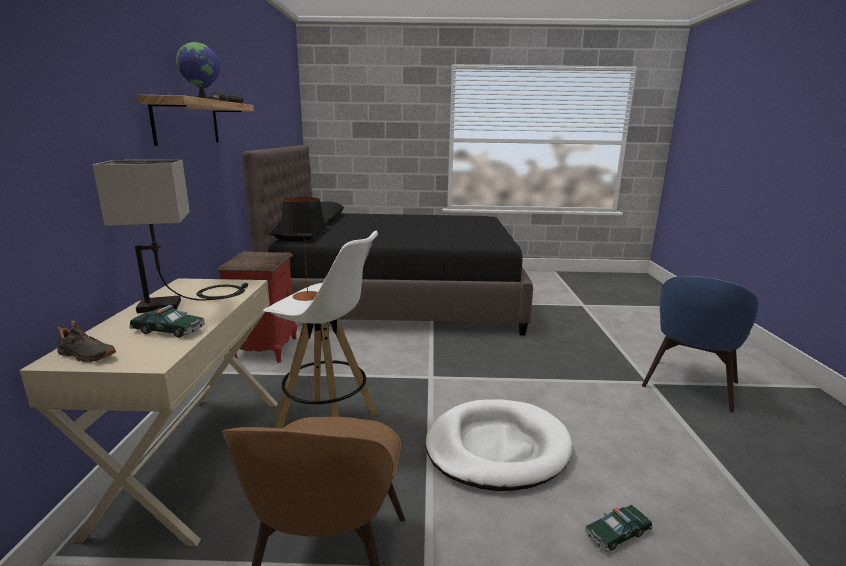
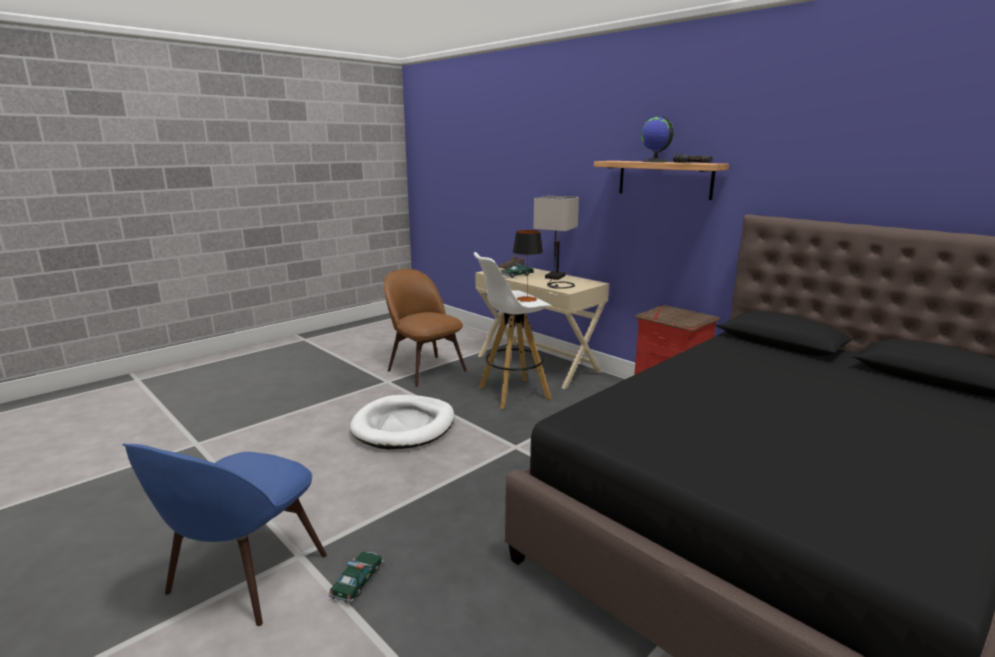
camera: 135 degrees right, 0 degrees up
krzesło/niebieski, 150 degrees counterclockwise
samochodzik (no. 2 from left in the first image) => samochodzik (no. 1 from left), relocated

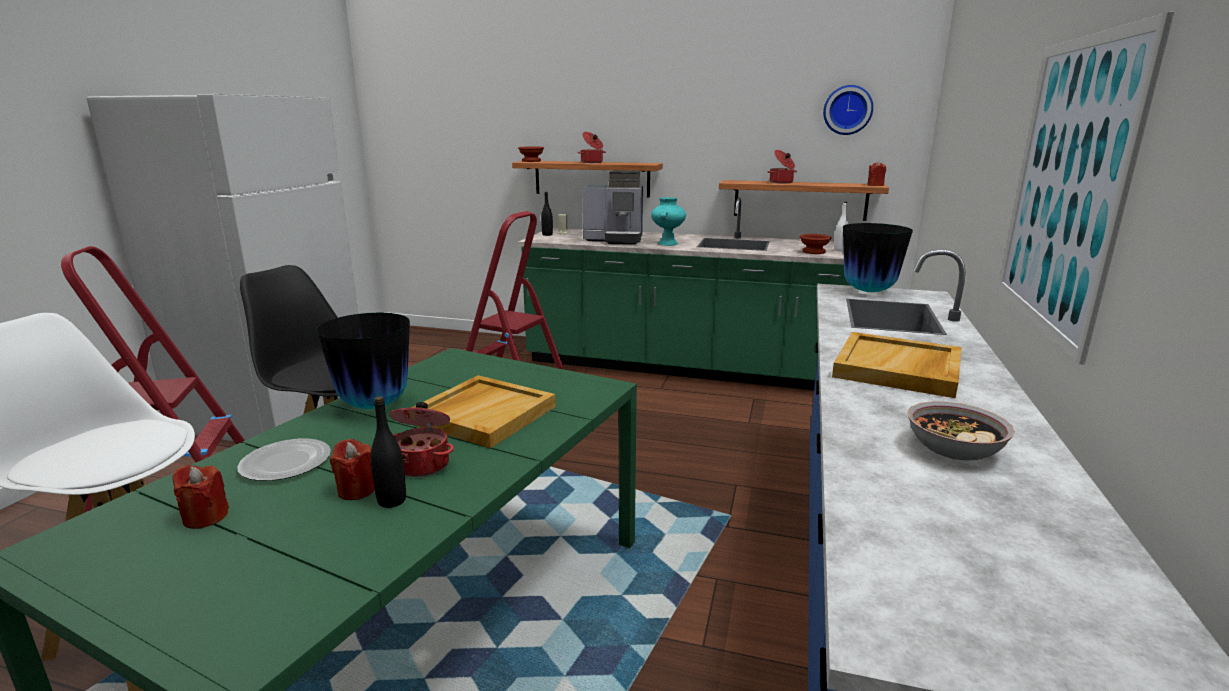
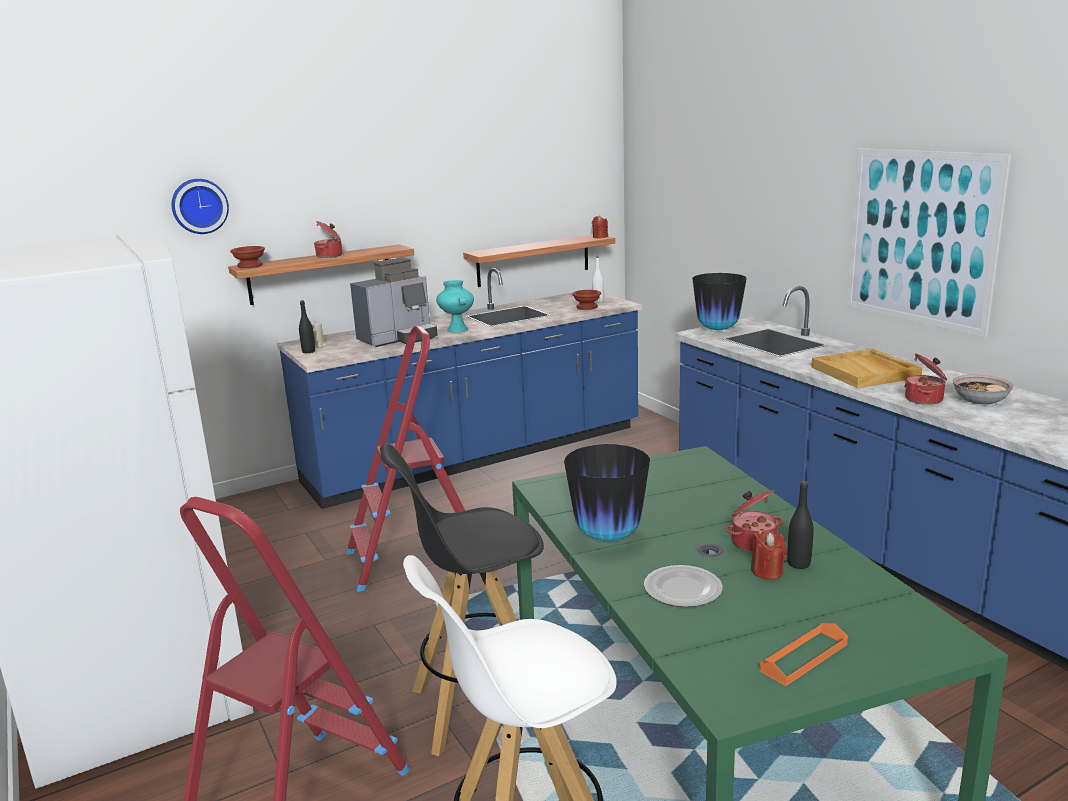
camera: 45 degrees left, 0 degrees up
zegar ścienny, relocated
zabudowa kuchenna/zielony => zabudowa kuchenna/niebieski (no. 1 from left)
nothing => taca/pomarańczowy
garnek (no. 3 from left), relocated
świeca/czerwony (no. 1 from left) => nothing
taca/beżowy (no. 1 from left) => nothing

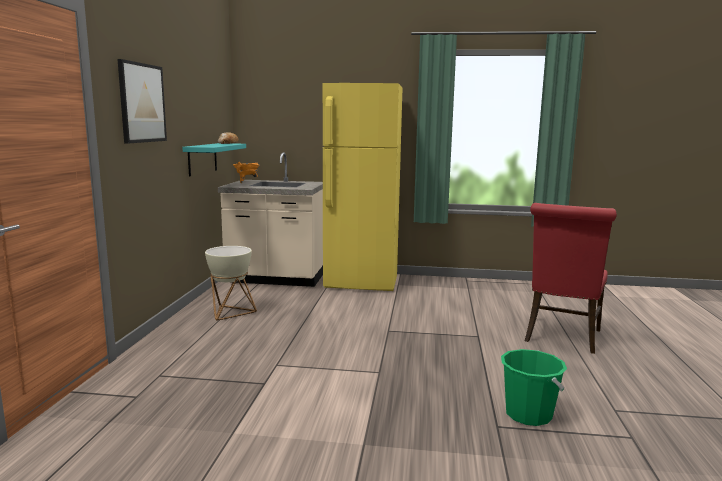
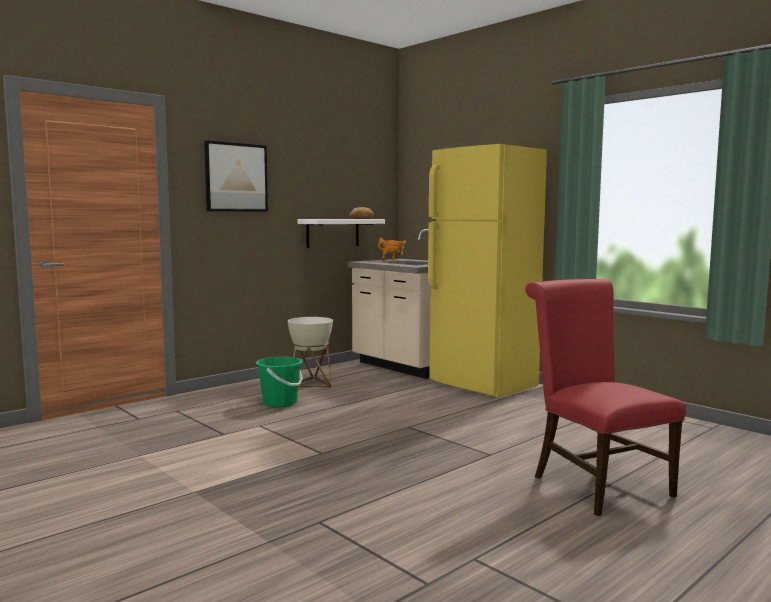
camera: 40 degrees right, 5 degrees down
wiadro/zielony, relocated
półka/turkusowy => półka/biały
krzesło/czerwony, 90 degrees clockwise

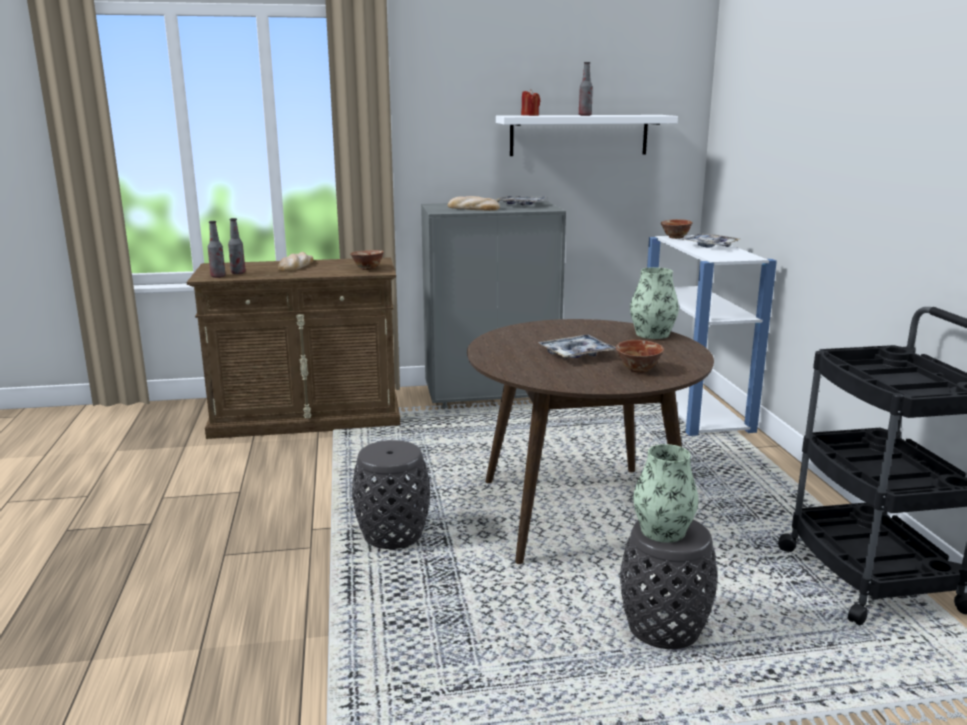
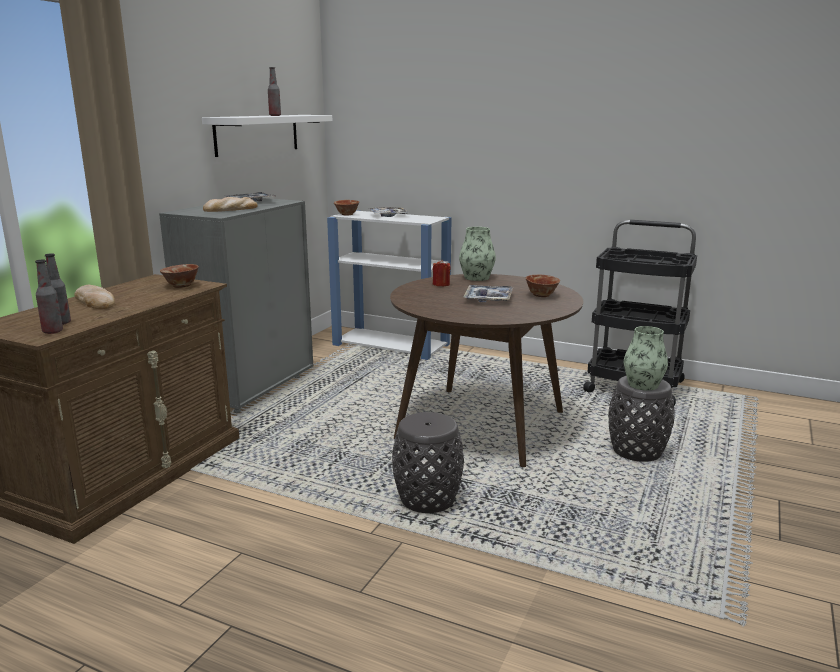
camera: 55 degrees left, 0 degrees up
świeca/czerwony, relocated

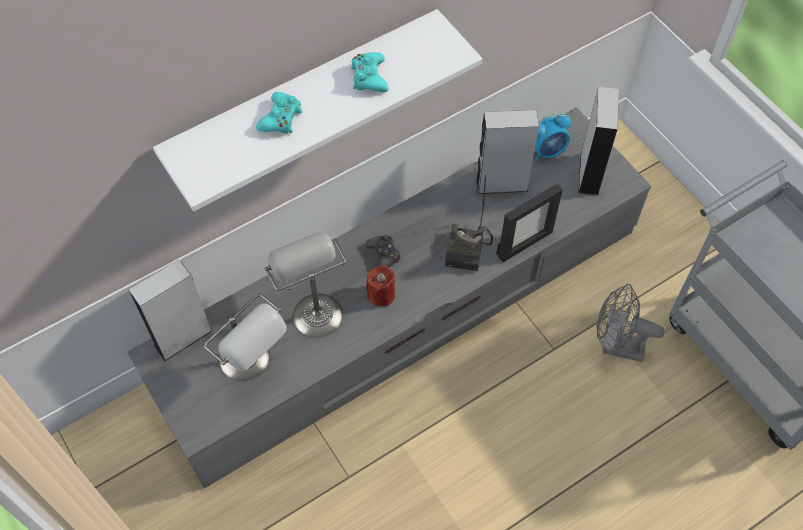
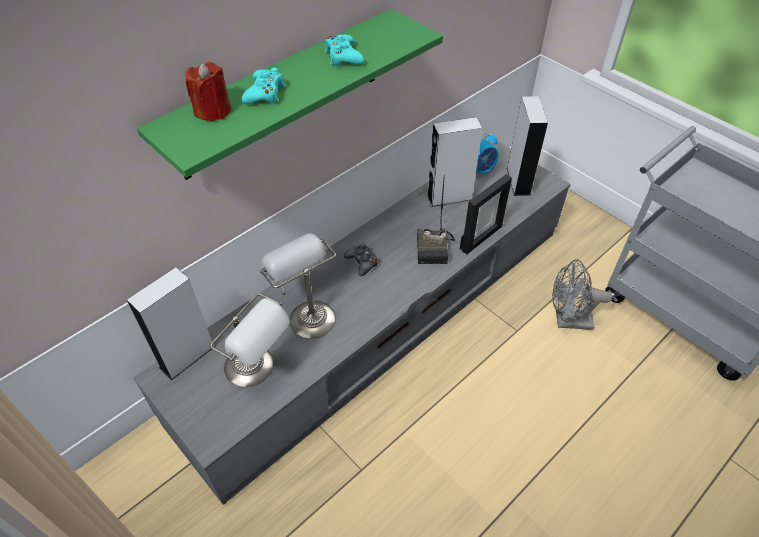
camera: 10 degrees left, 10 degrees down
półka/biały => półka/zielony
świeca/czerwony, relocated

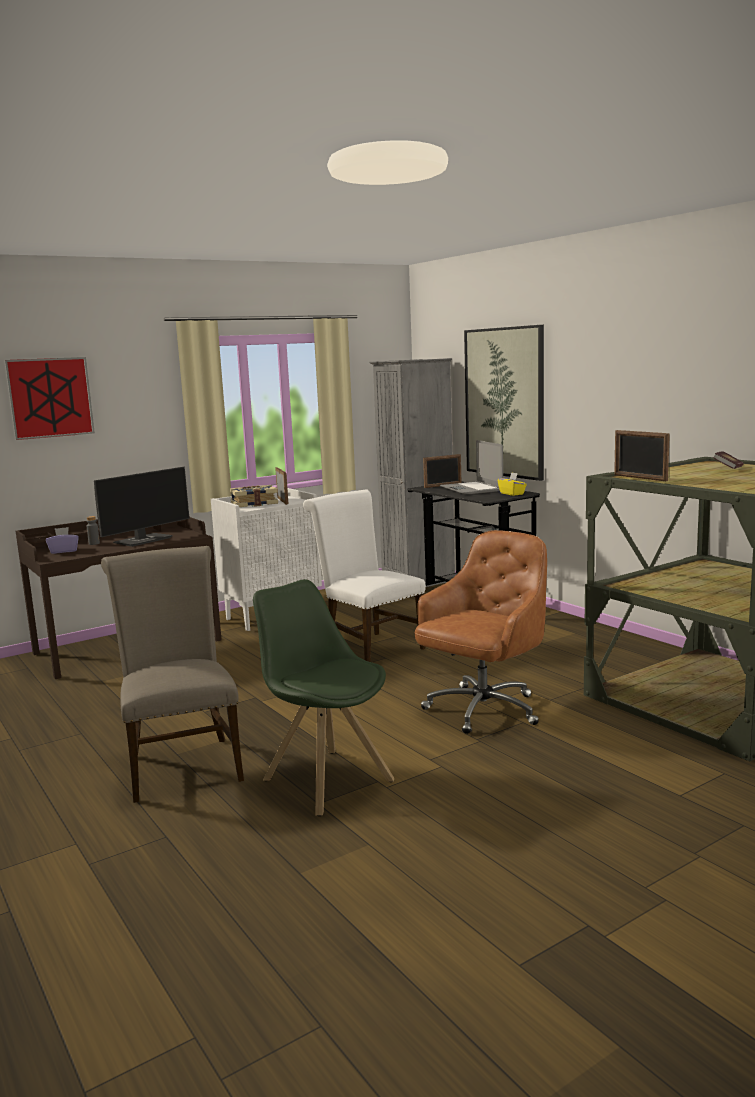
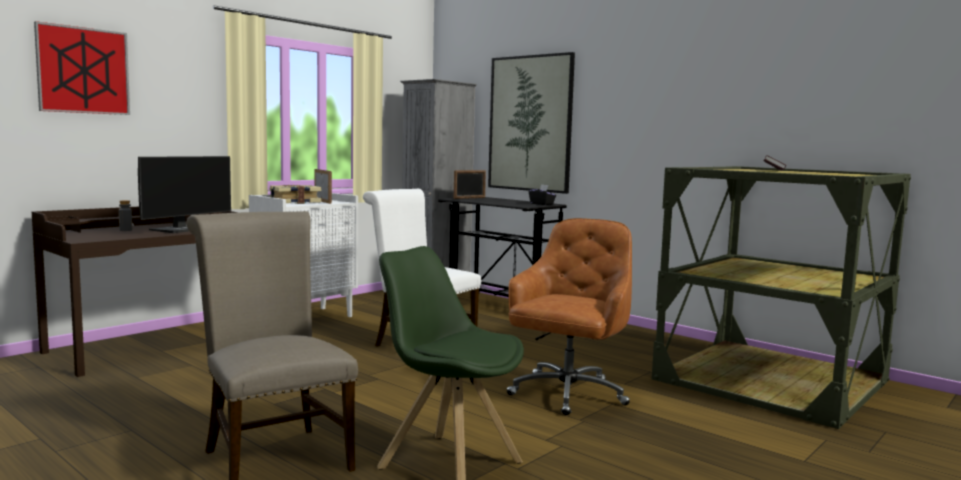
camera: 15 degrees left, 5 degrees down
pudełko chusteczek/żółty => pudełko chusteczek/czarny
pudełko chusteczek/fioletowy => nothing
laptop => nothing
ramka na zdjęcie (no. 3 from left) => nothing

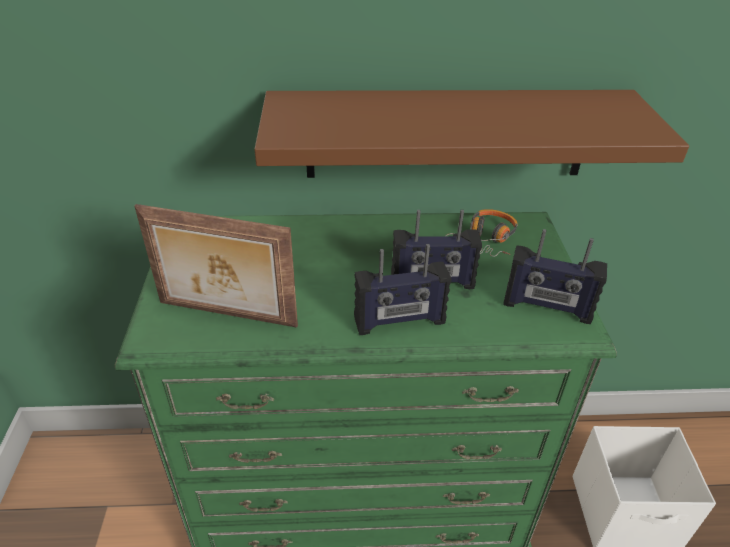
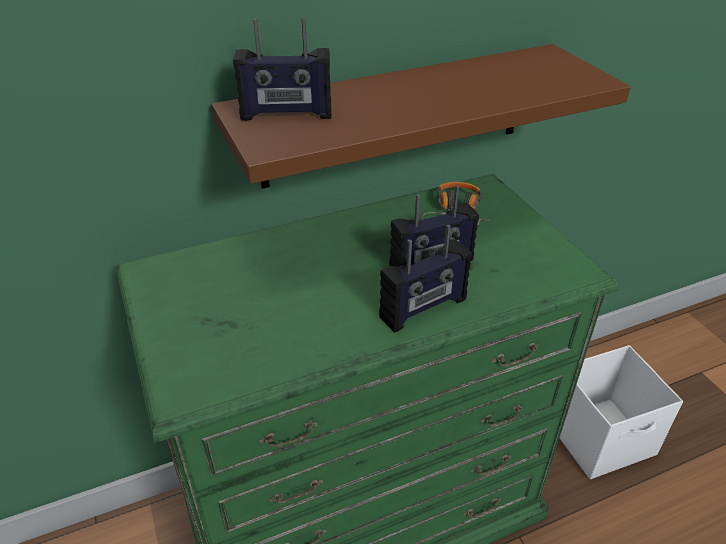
camera: 20 degrees left, 0 degrees up
radio (no. 3 from left in the first image) => radio (no. 1 from left), relocated
ramka na zdjęcie => nothing

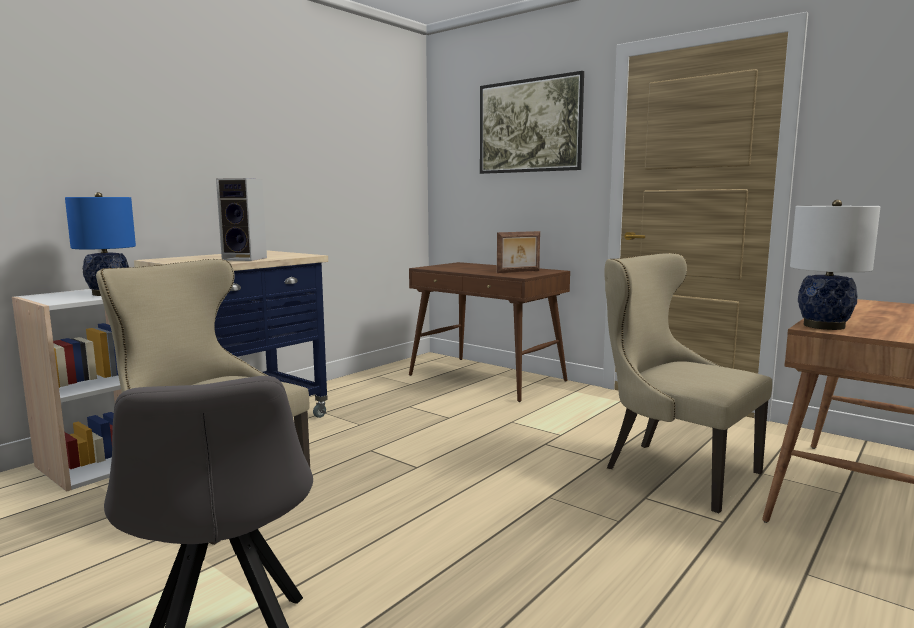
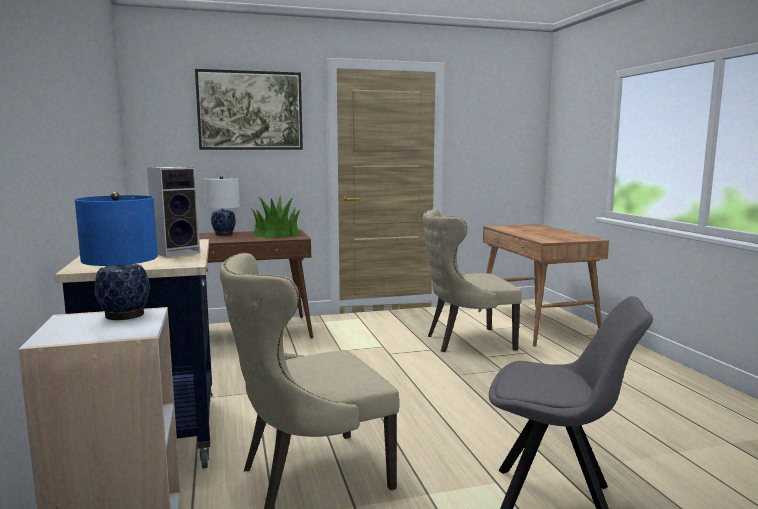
camera: 55 degrees left, 0 degrees up
lampa stołowa/biały, relocated
ramka na zdjęcie => roślina doniczkowa

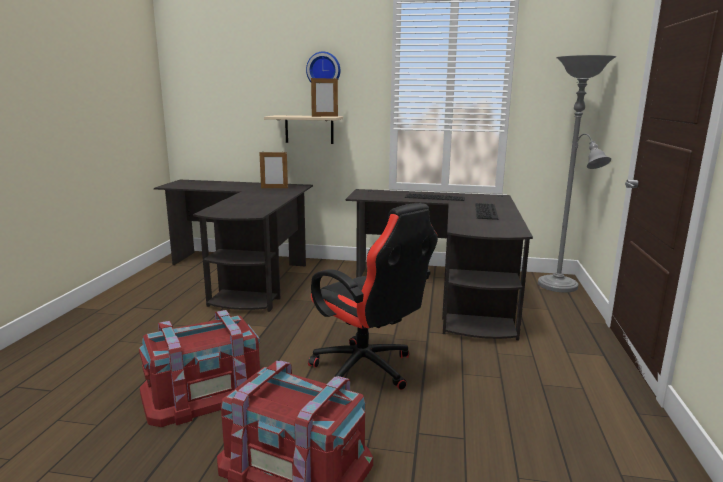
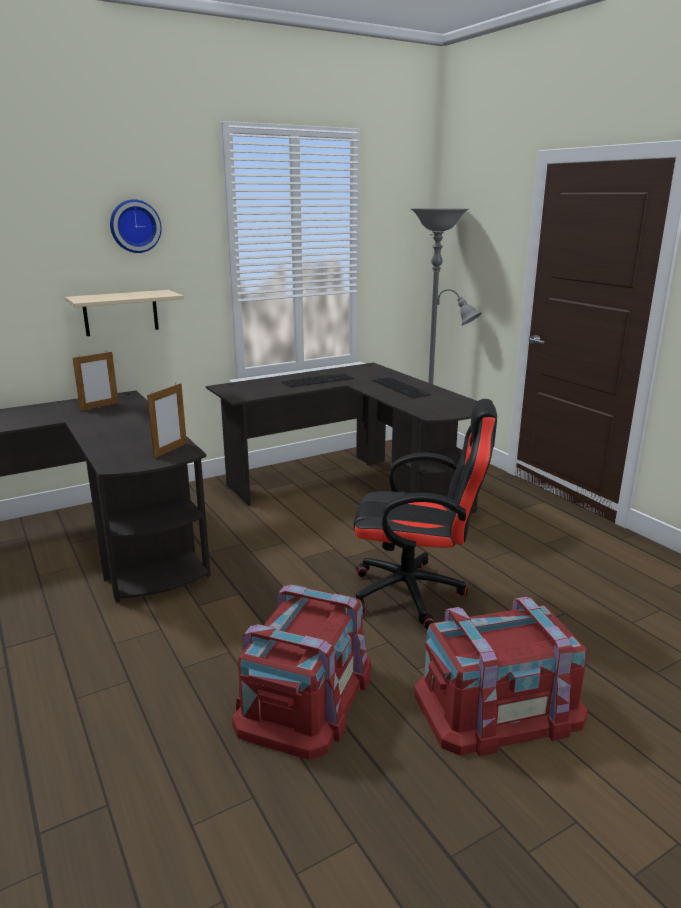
camera: 40 degrees left, 5 degrees up
ramka na zdjęcie (no. 2 from left), relocated

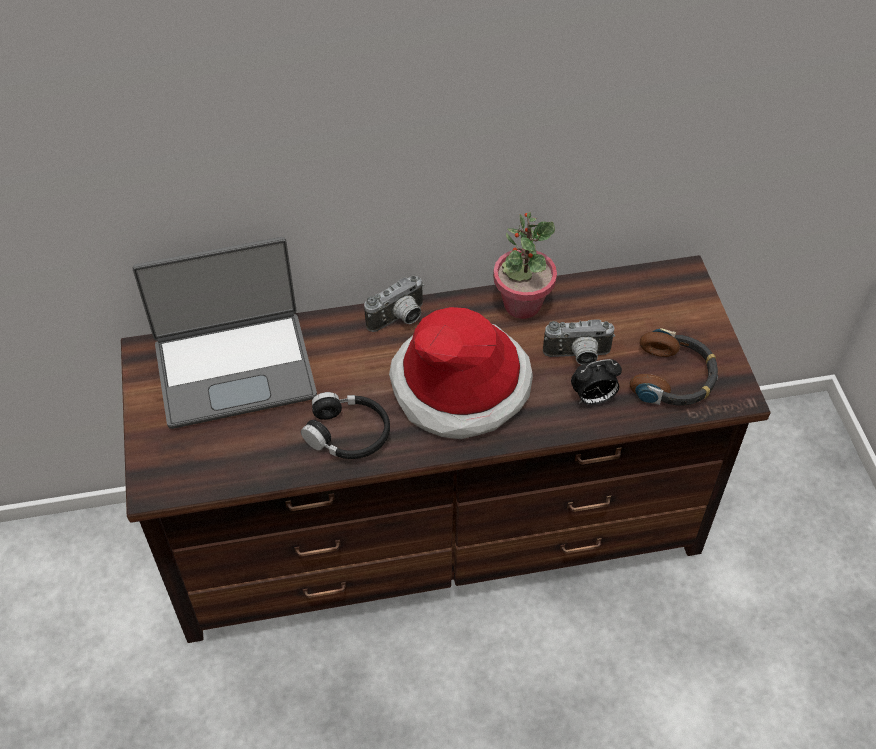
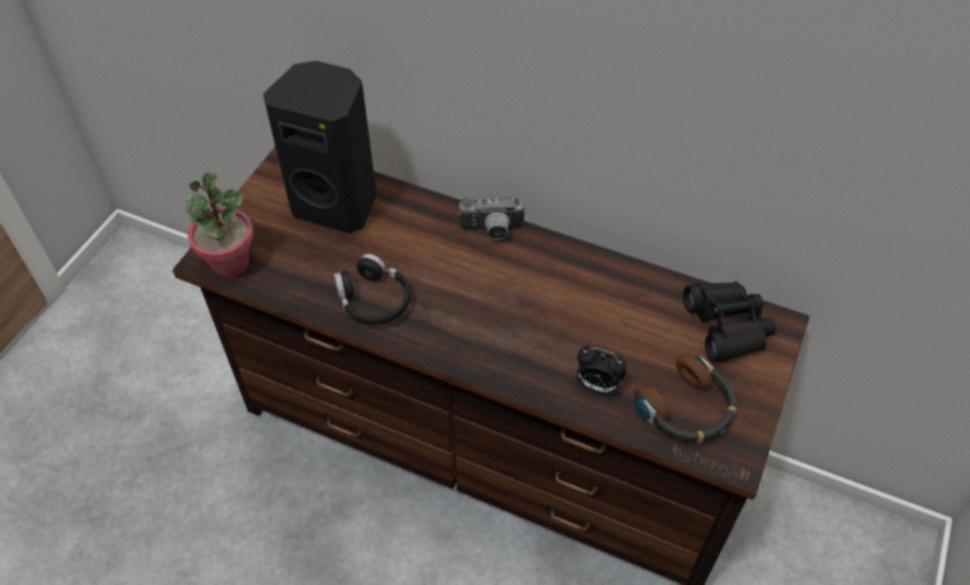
camera: 35 degrees right, 0 degrees up
roślina doniczkowa, relocated
laptop => głośnik/czarny
nothing => lornetka/czarny
kapelusz => nothing
aparat fotograficzny (no. 2 from left) => nothing

